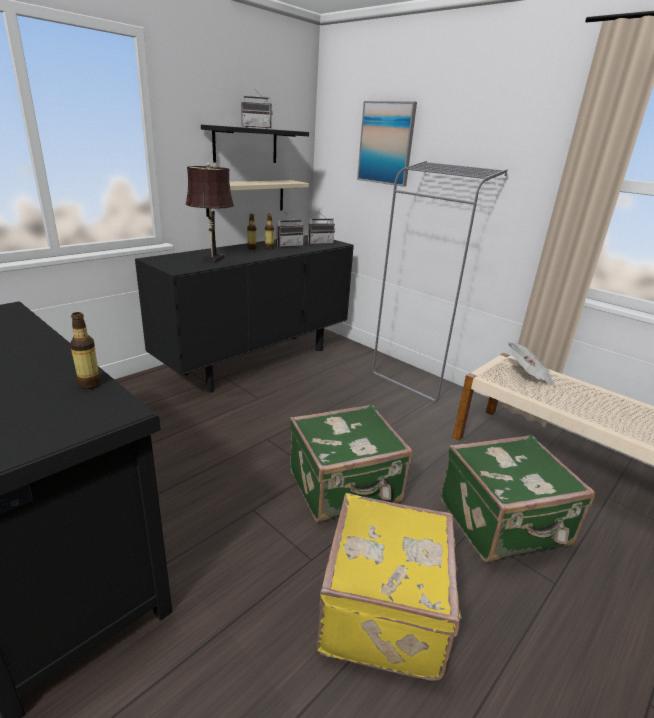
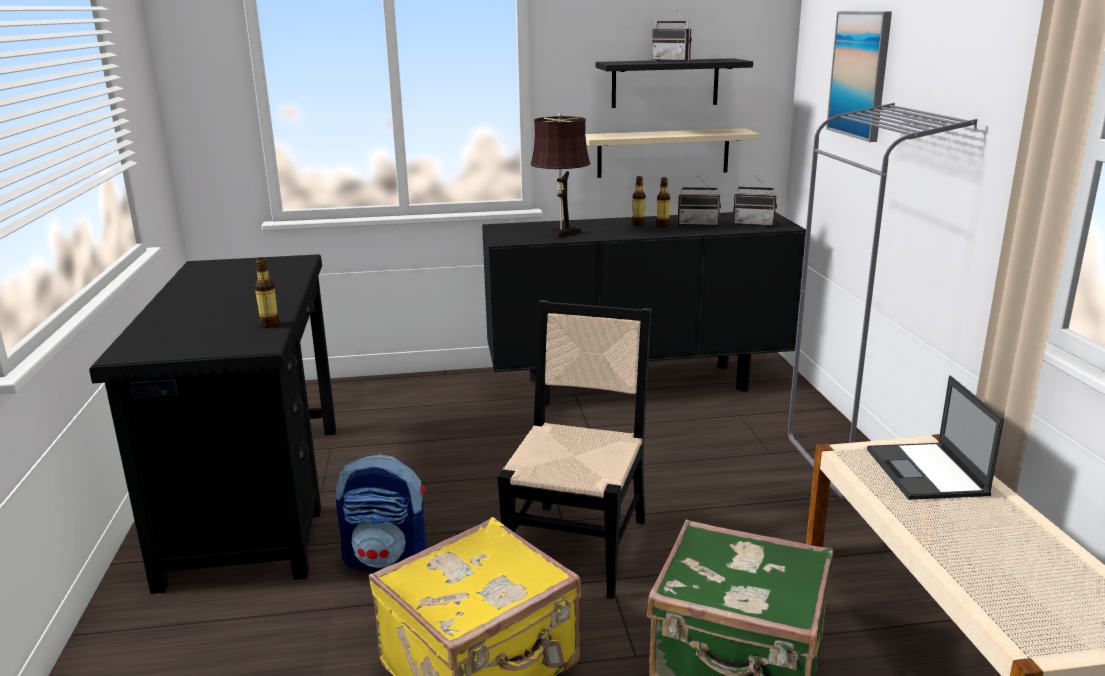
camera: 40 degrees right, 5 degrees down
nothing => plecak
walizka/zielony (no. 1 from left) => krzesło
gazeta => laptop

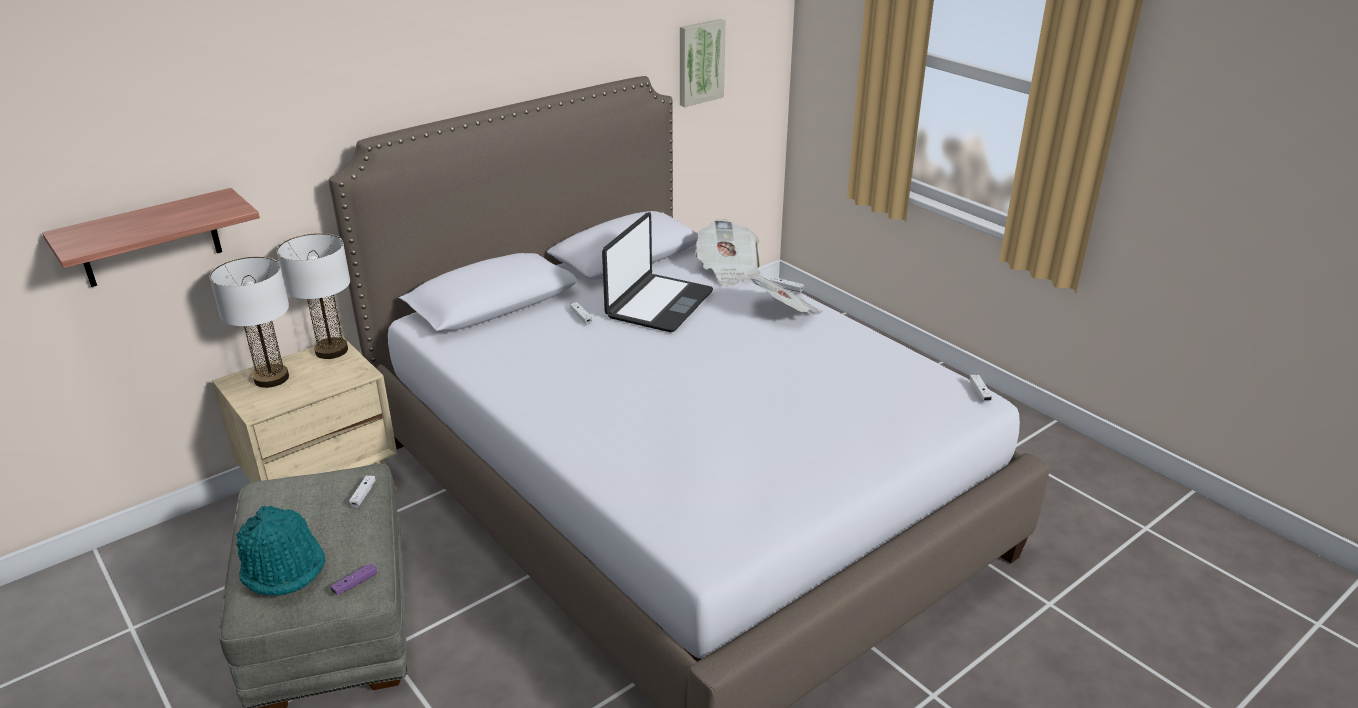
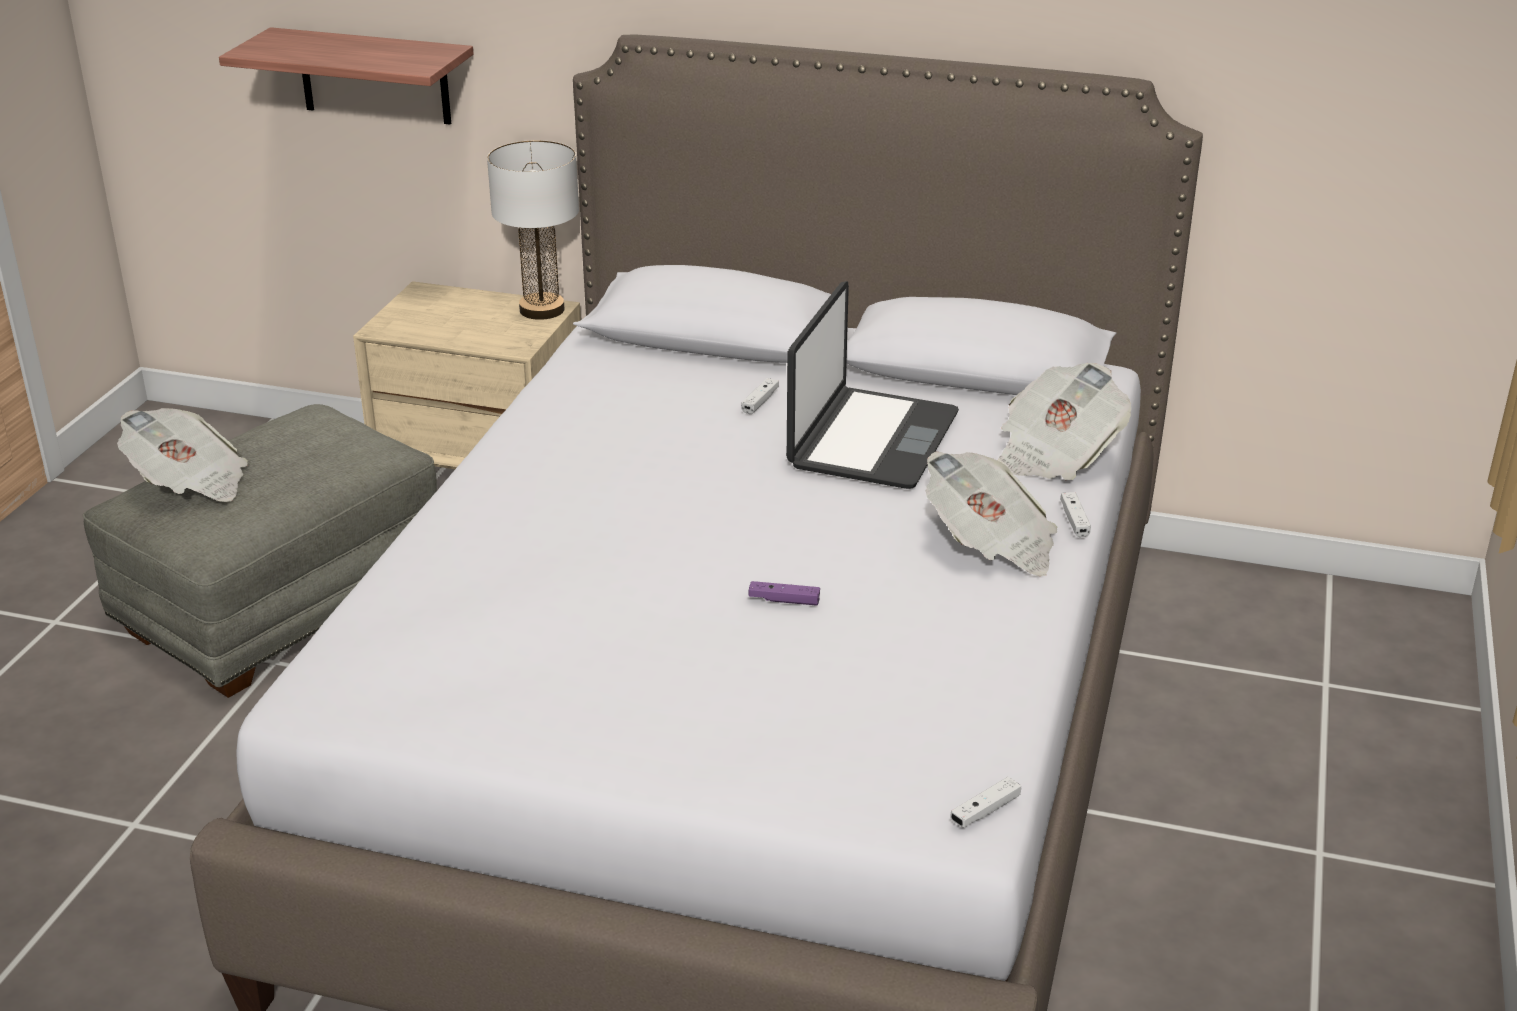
camera: 55 degrees right, 0 degrees up
kapelusz/turkusowy => gazeta (no. 1 from left)
pad do gier/fioletowy, relocated
laptop, 60 degrees counterclockwise
lampa stołowa (no. 1 from left) => nothing
pad do gier/biały (no. 1 from left) => nothing
obraz => nothing

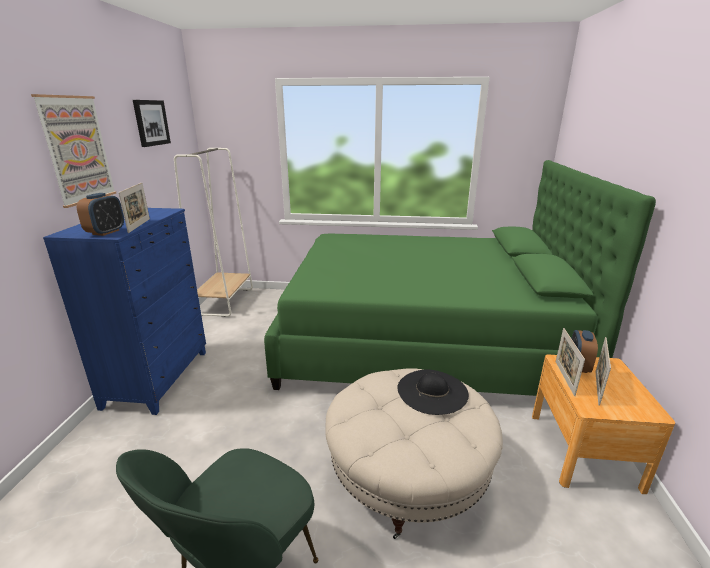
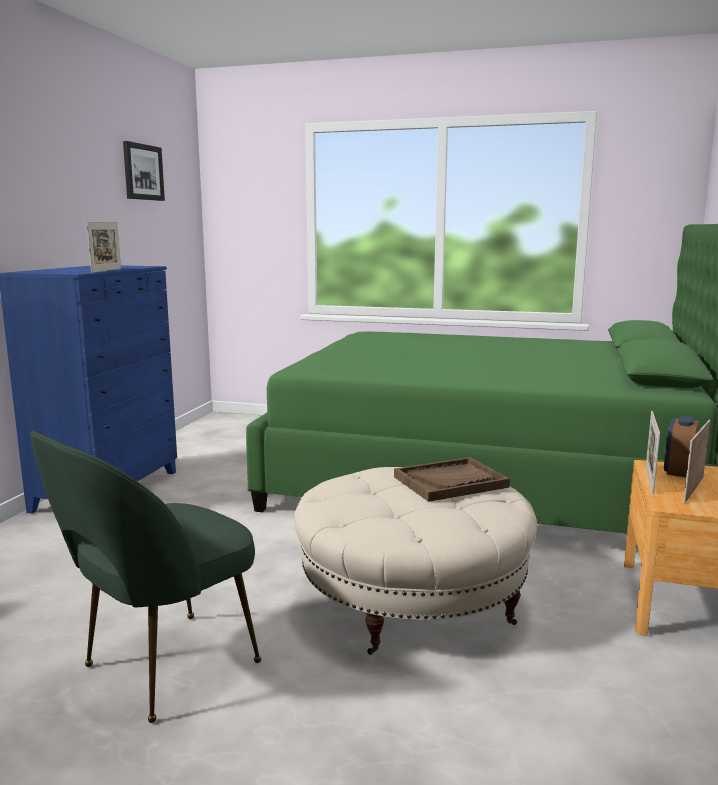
camera: 10 degrees right, 10 degrees down
kapelusz/czarny => taca/brązowy
obraz (no. 1 from left) => nothing
budzik (no. 1 from left) => nothing
wieszak => nothing

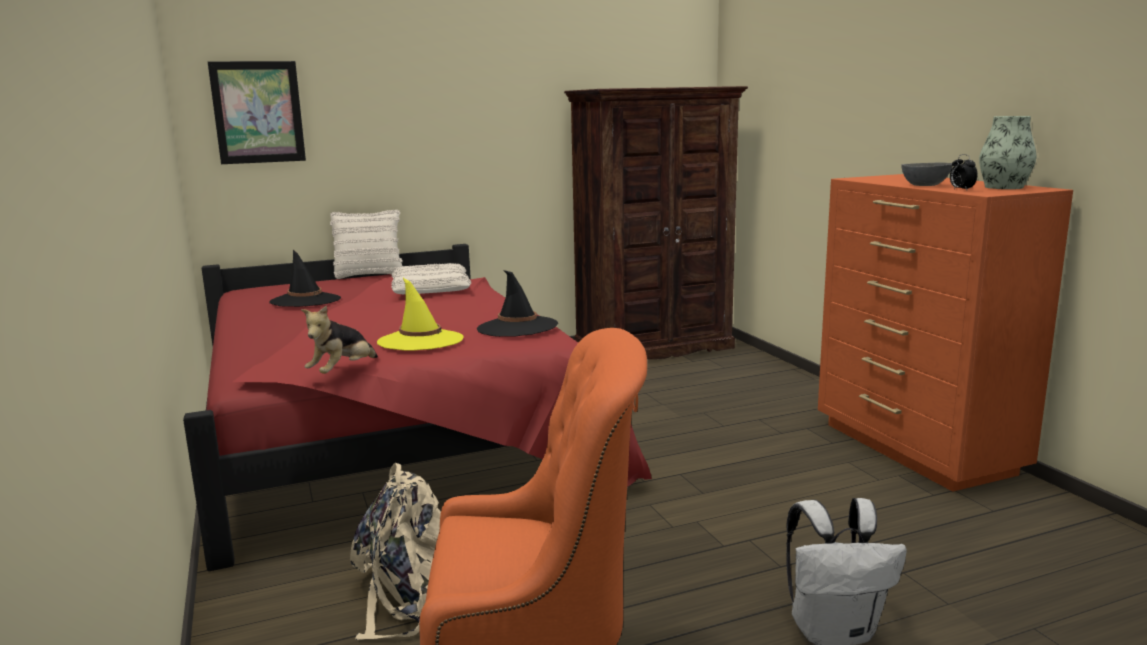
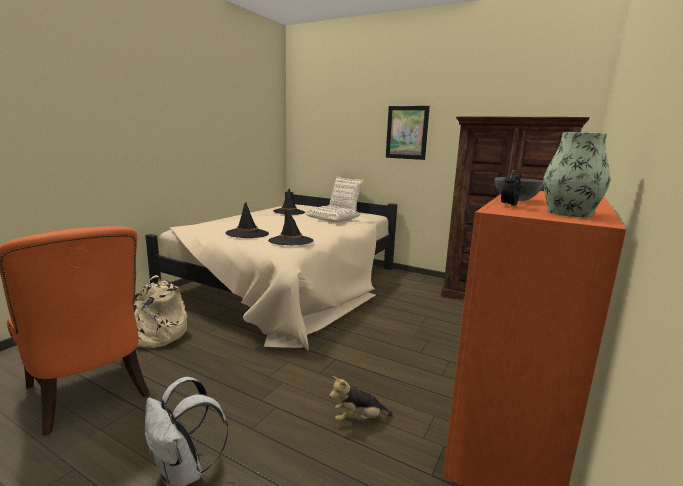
camera: 50 degrees right, 0 degrees up
łóżko/czerwony => łóżko/beżowy
kapelusz/żółty => kapelusz/czarny (no. 1 from left)
pluszak, relocated
obraz, relocated

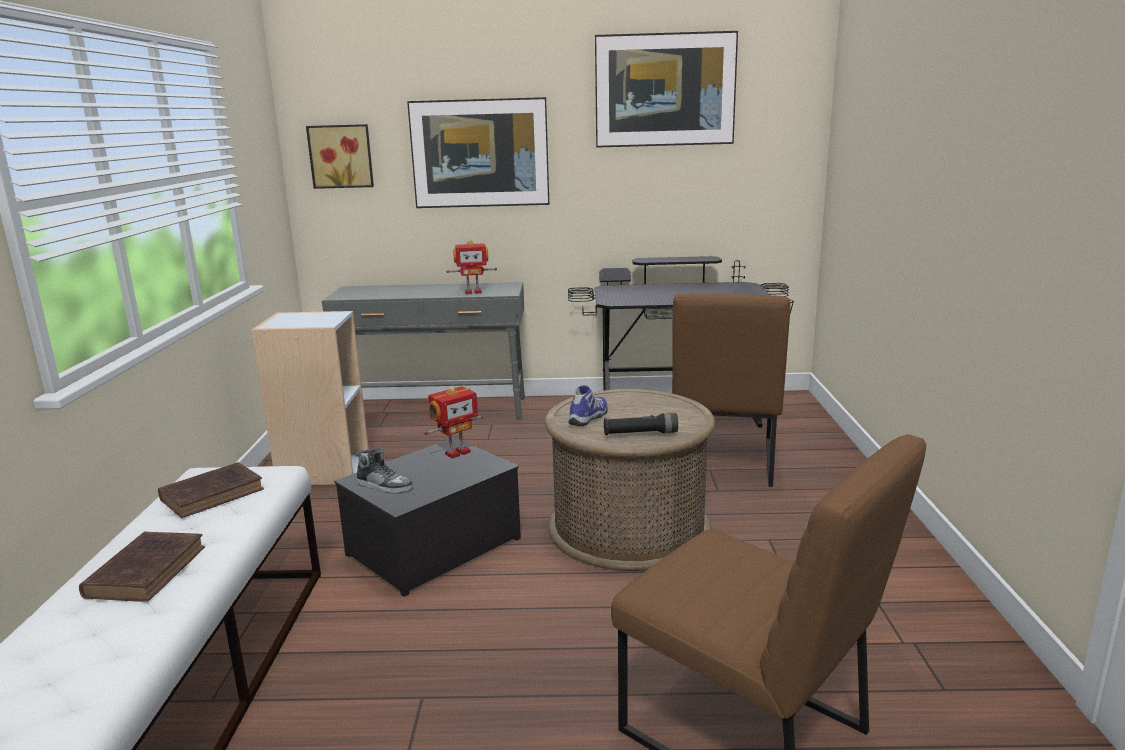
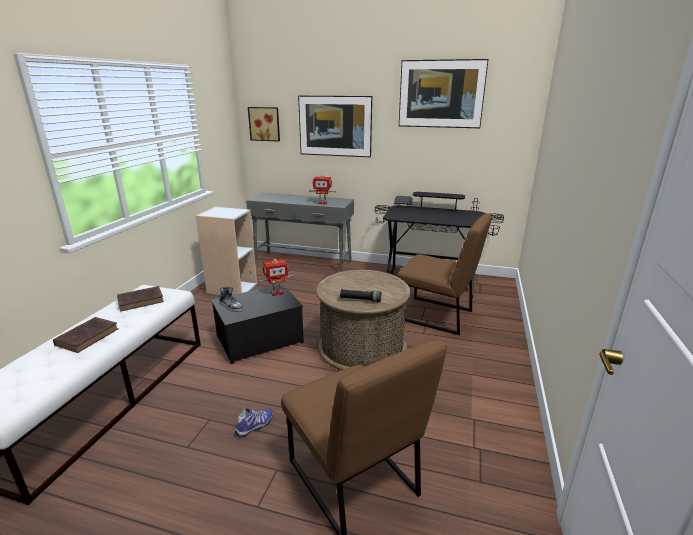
camera: 15 degrees right, 5 degrees up
but (no. 2 from left), relocated
krzesło/brązowy (no. 1 from left in the first image) => krzesło/brązowy (no. 2 from left), 90 degrees counterclockwise

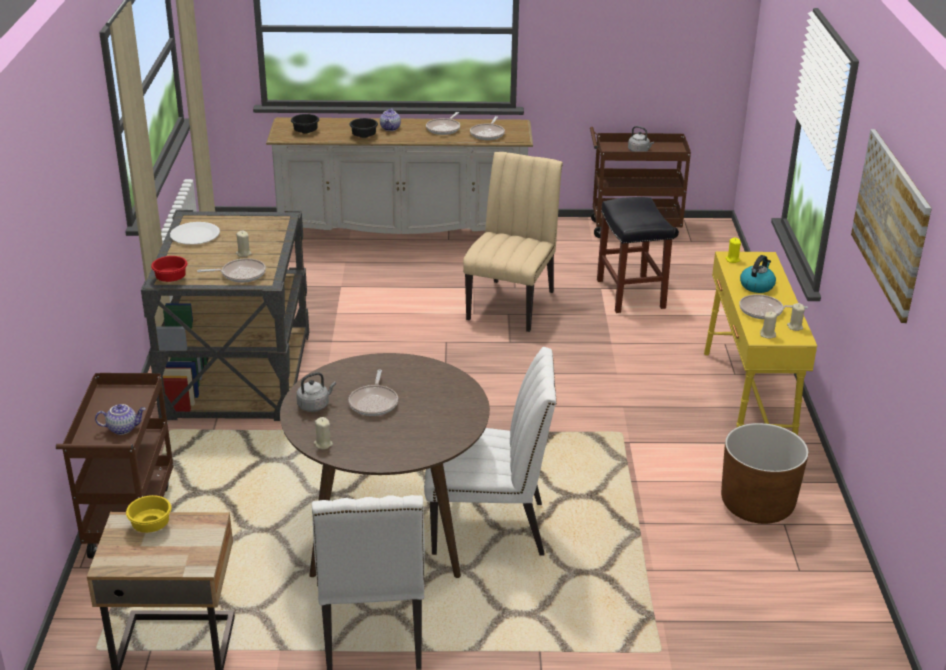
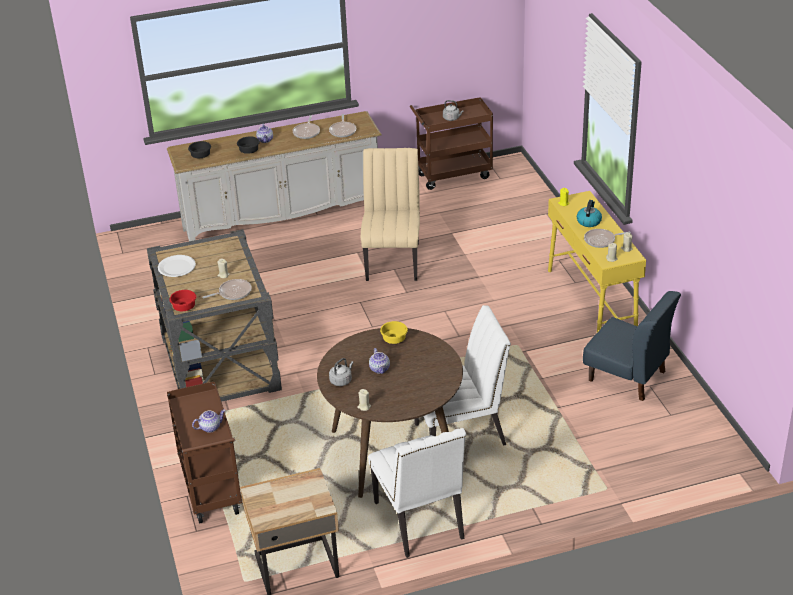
camera: 15 degrees left, 5 degrees up
patelnia (no. 2 from left) => imbryk (no. 3 from left)
miska/żółty, relocated
donica/brązowy => krzesło/niebieski
stołek/czarny => nothing
obraz => nothing

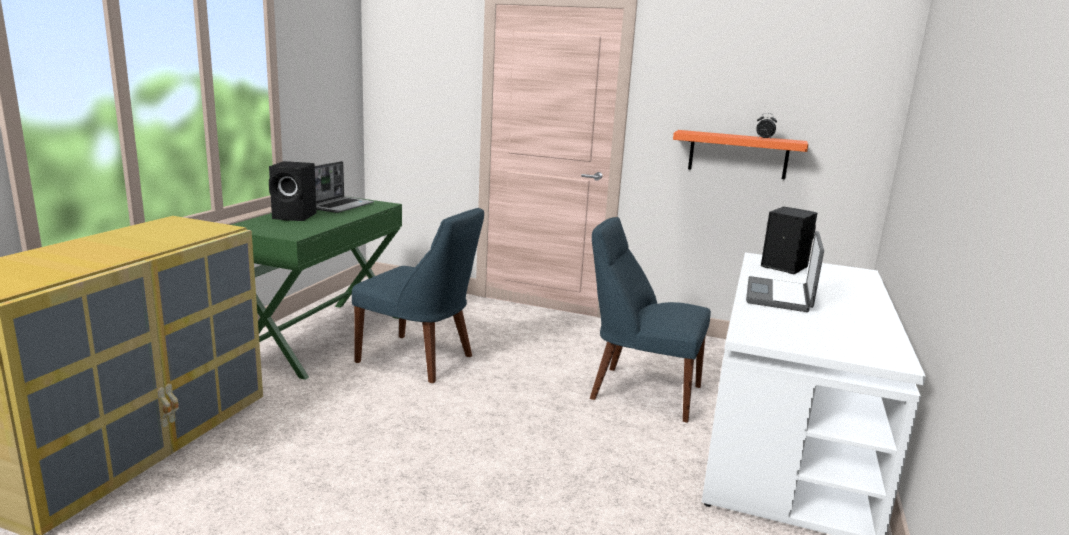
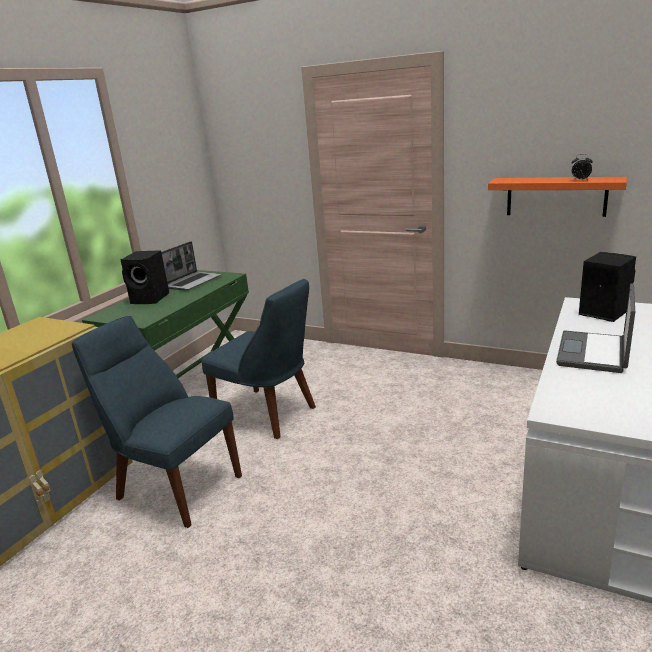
camera: 10 degrees right, 5 degrees up
krzesło/niebieski (no. 2 from left in the first image) => krzesło/niebieski (no. 1 from left), relocated

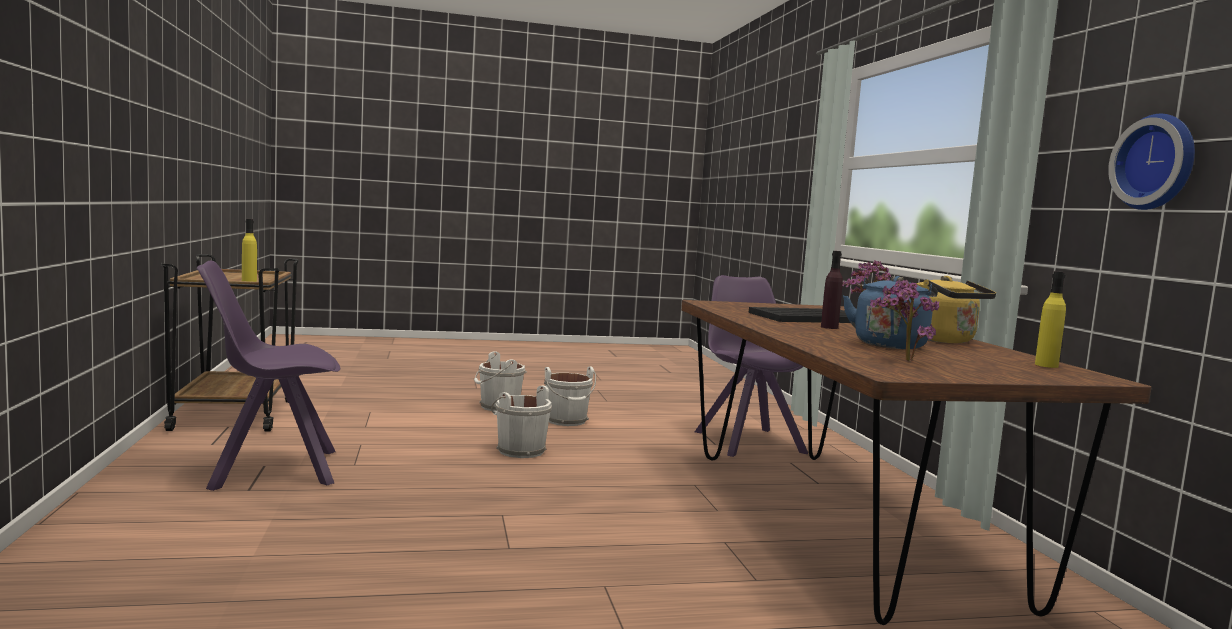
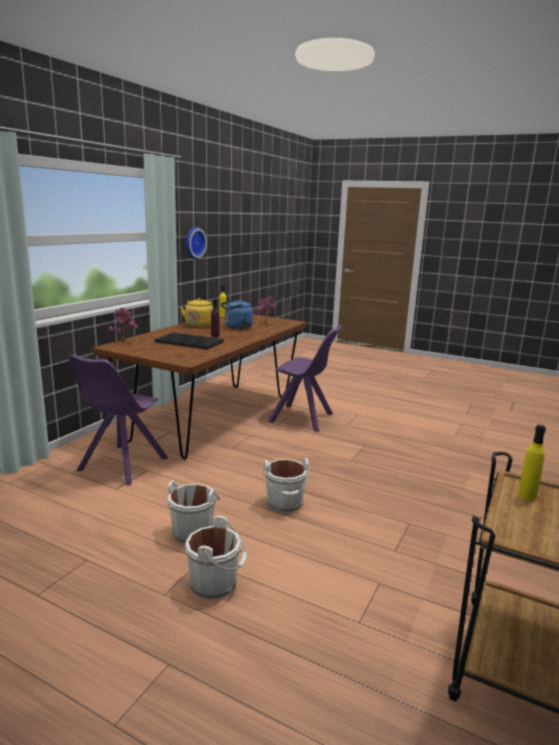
camera: 140 degrees left, 10 degrees up
krzesło/fioletowy (no. 1 from left in the first image) => krzesło/fioletowy (no. 2 from left), relocated

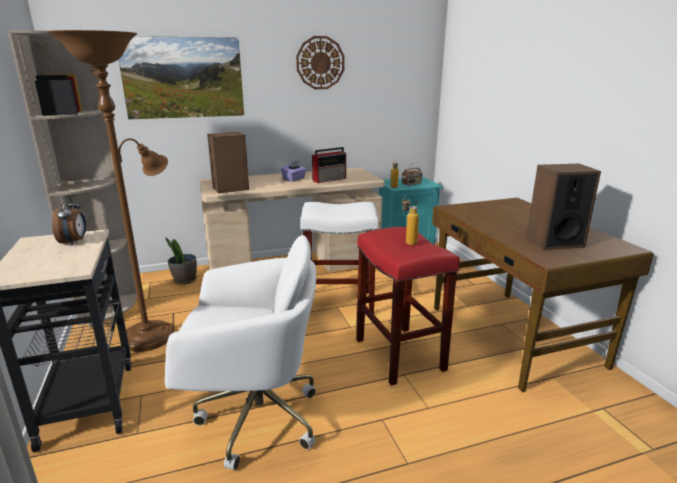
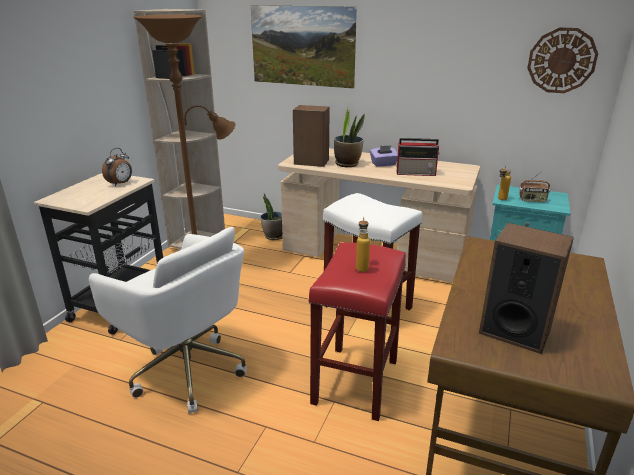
camera: 40 degrees right, 5 degrees up
nothing => roślina doniczkowa (no. 2 from left)
zegar ścienny, relocated

